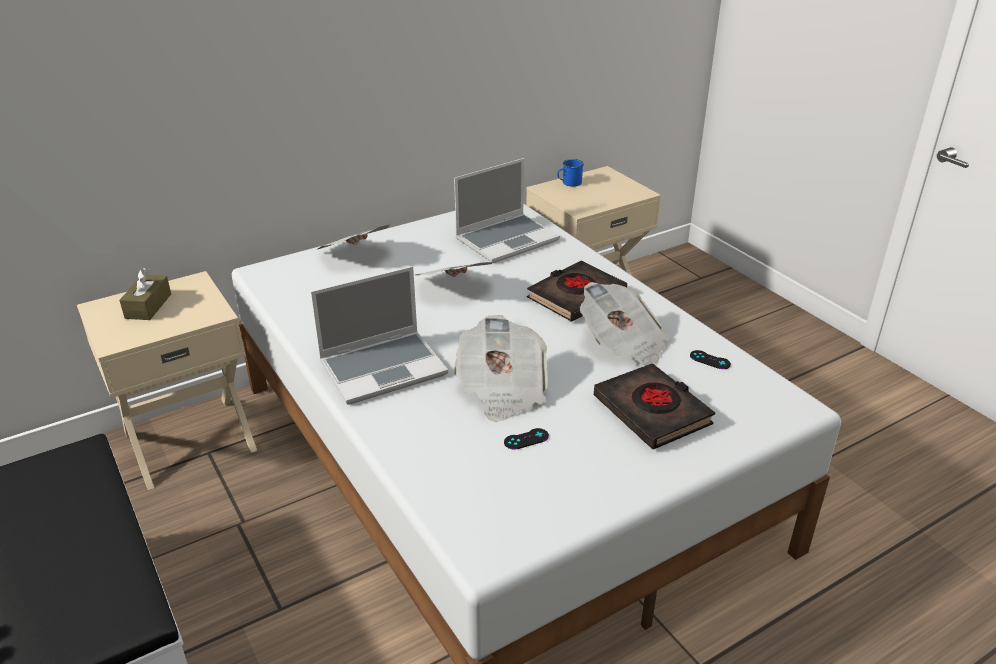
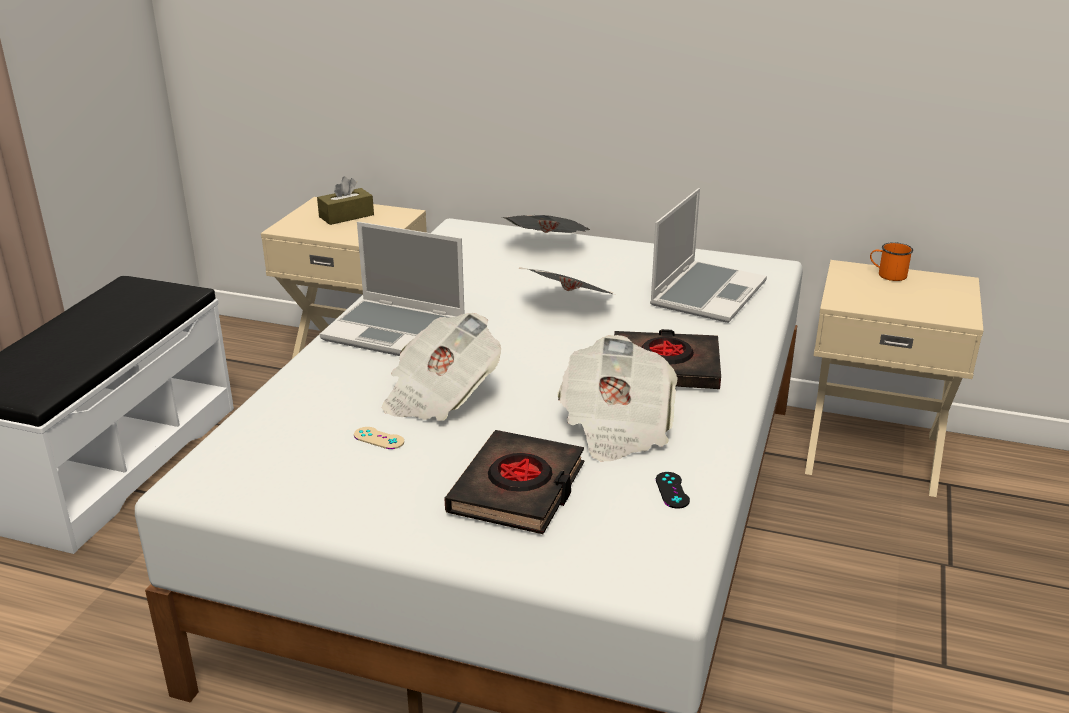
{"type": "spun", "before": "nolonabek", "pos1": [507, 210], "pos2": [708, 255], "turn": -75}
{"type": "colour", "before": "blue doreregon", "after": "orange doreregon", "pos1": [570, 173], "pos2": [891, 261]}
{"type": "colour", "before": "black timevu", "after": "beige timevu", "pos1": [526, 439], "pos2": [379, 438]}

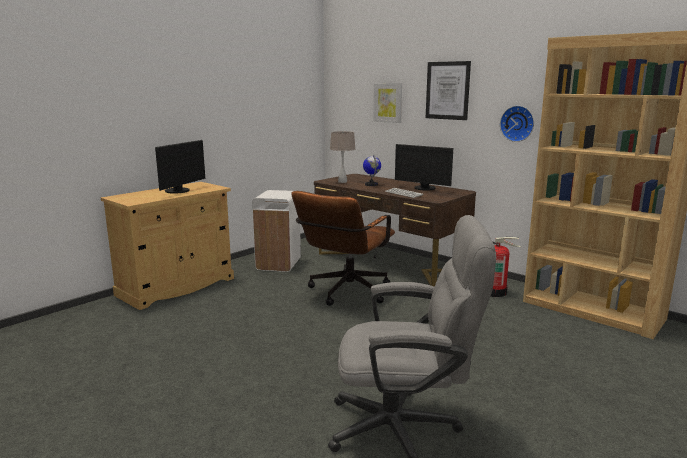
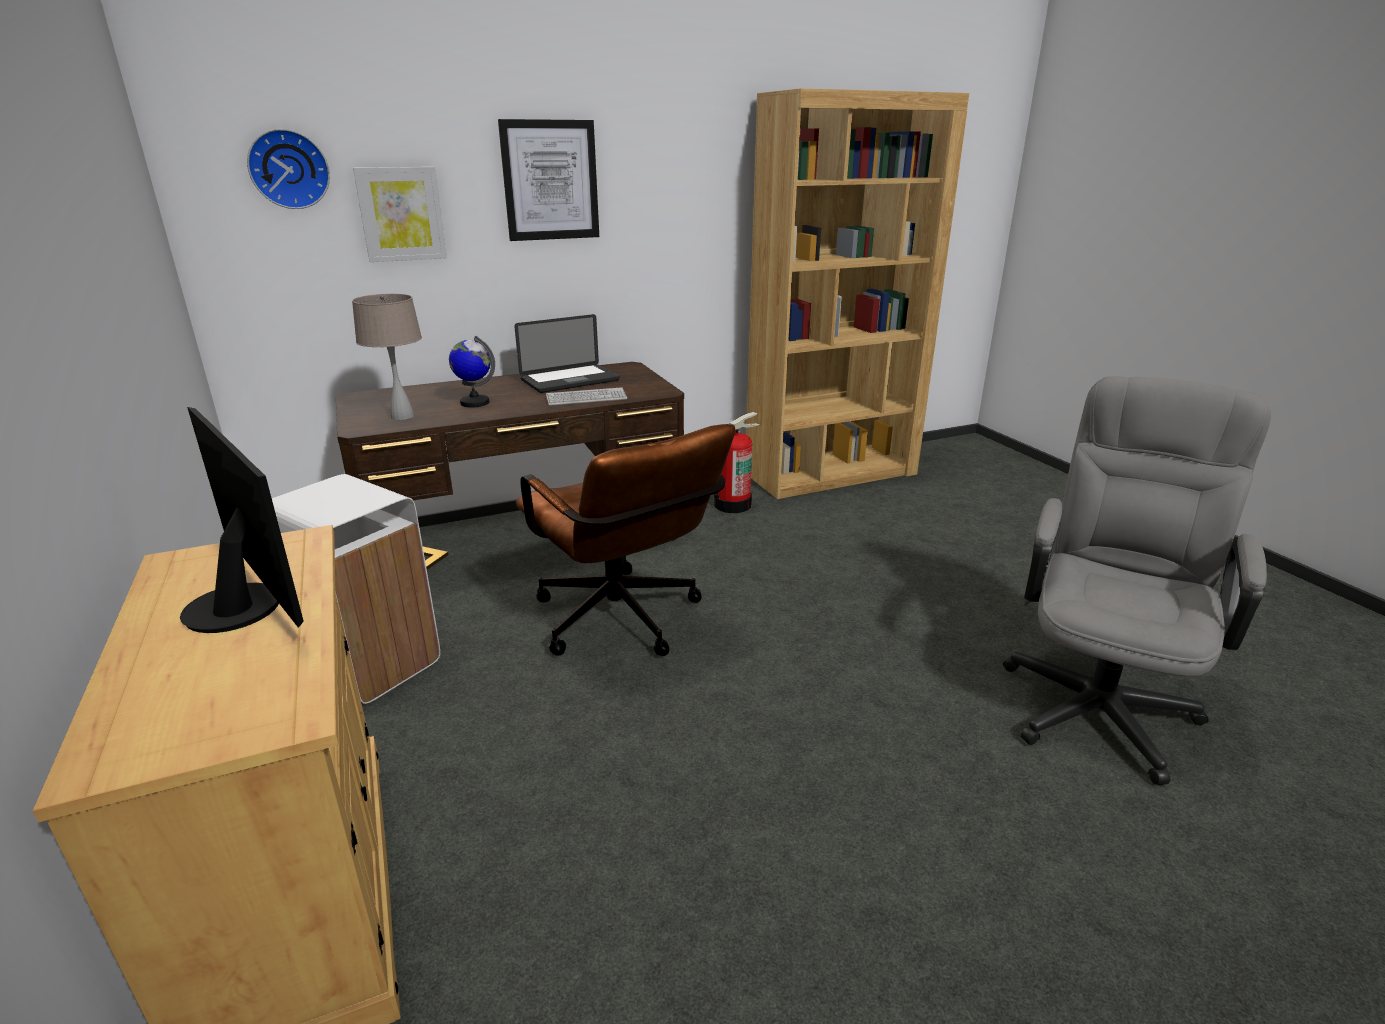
{"type": "relocated", "before": "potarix", "pos1": [517, 123], "pos2": [288, 169]}
{"type": "exchanged", "before": "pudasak", "after": "nolonabek", "pos1": [424, 167], "pos2": [567, 353]}

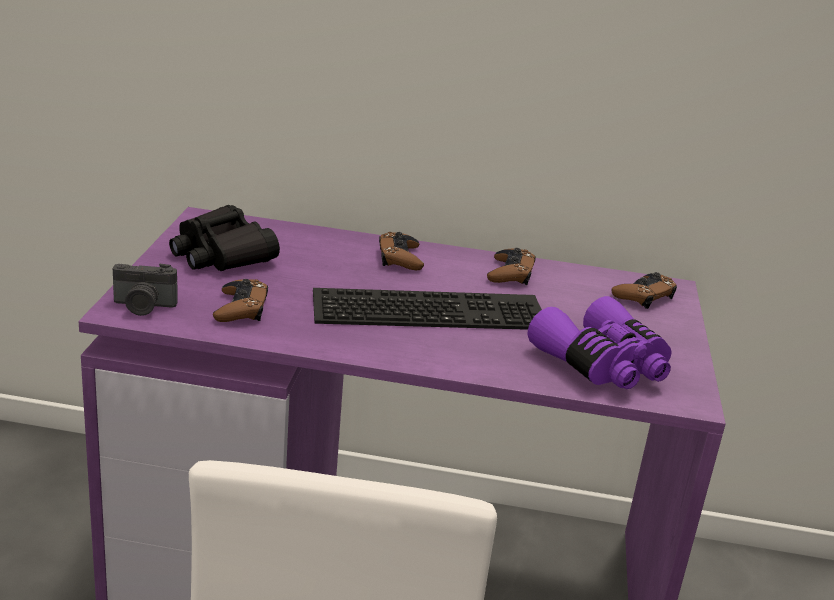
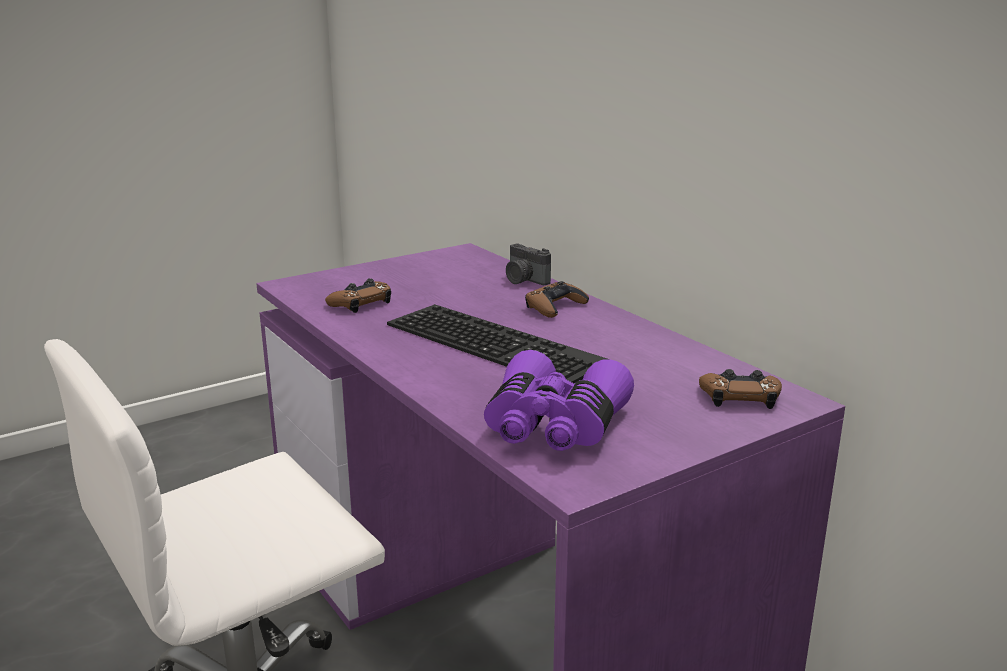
{"type": "missing", "before": "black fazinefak", "pos1": [224, 238]}
{"type": "missing", "before": "brown timevu", "pos1": [511, 266]}
{"type": "relocated", "before": "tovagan", "pos1": [145, 290], "pos2": [528, 264]}

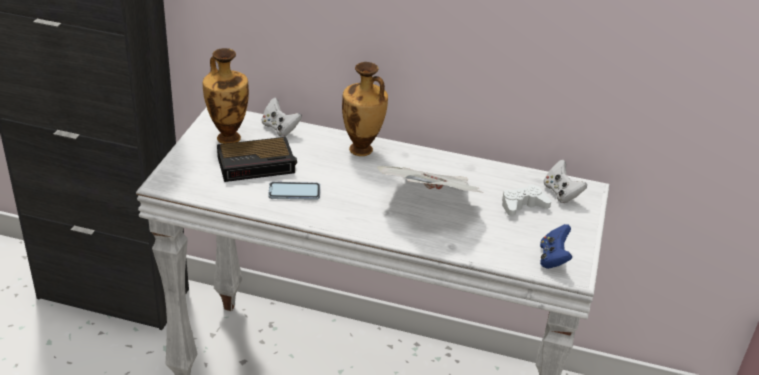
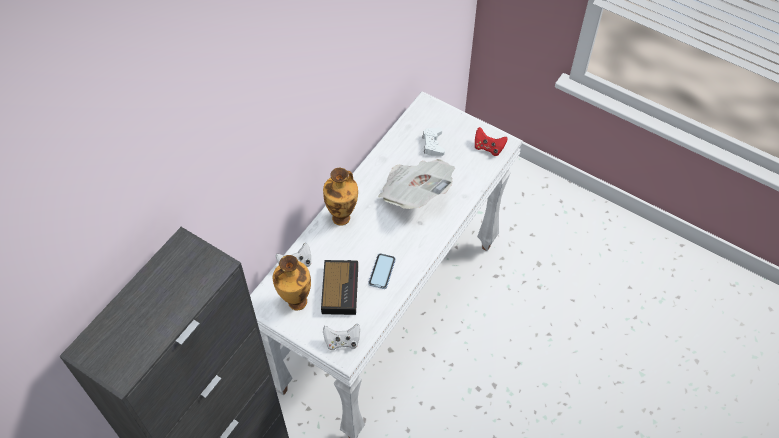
{"type": "relocated", "before": "white timevu", "pos1": [565, 181], "pos2": [341, 336]}
{"type": "colour", "before": "blue timevu", "after": "red timevu", "pos1": [556, 246], "pos2": [491, 141]}

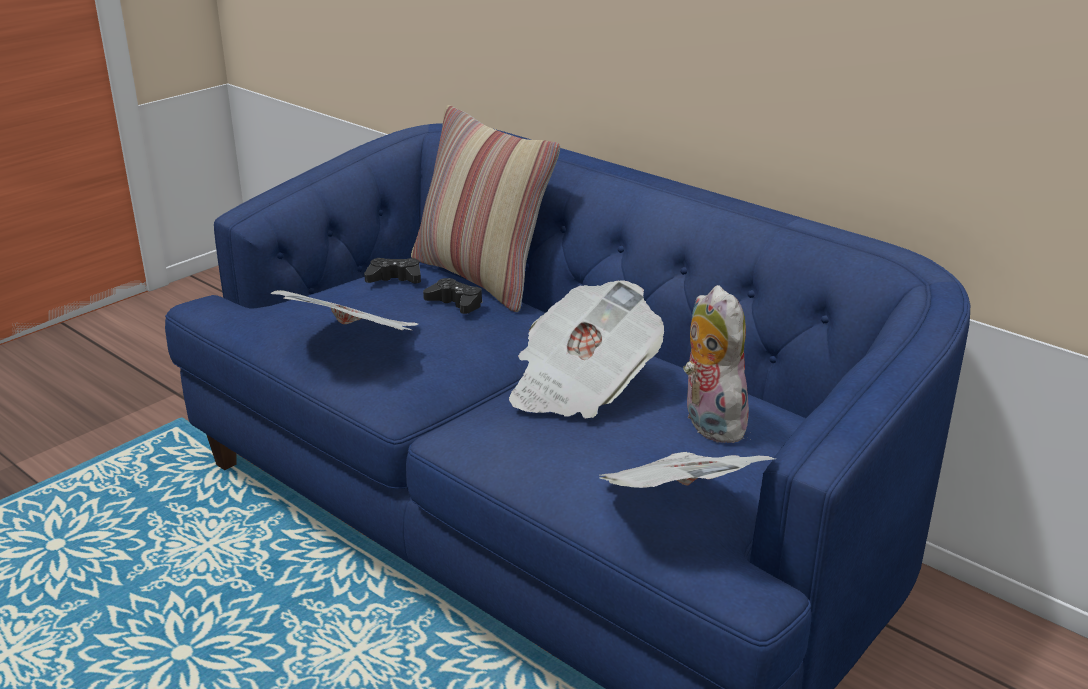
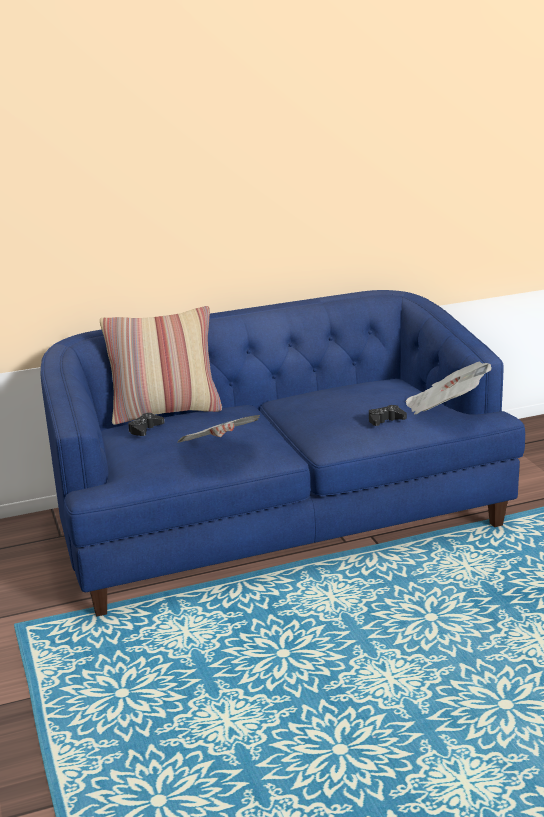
{"type": "relocated", "before": "black timevu", "pos1": [453, 296], "pos2": [388, 415]}
{"type": "missing", "before": "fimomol", "pos1": [586, 349]}
{"type": "missing", "before": "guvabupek", "pos1": [717, 364]}

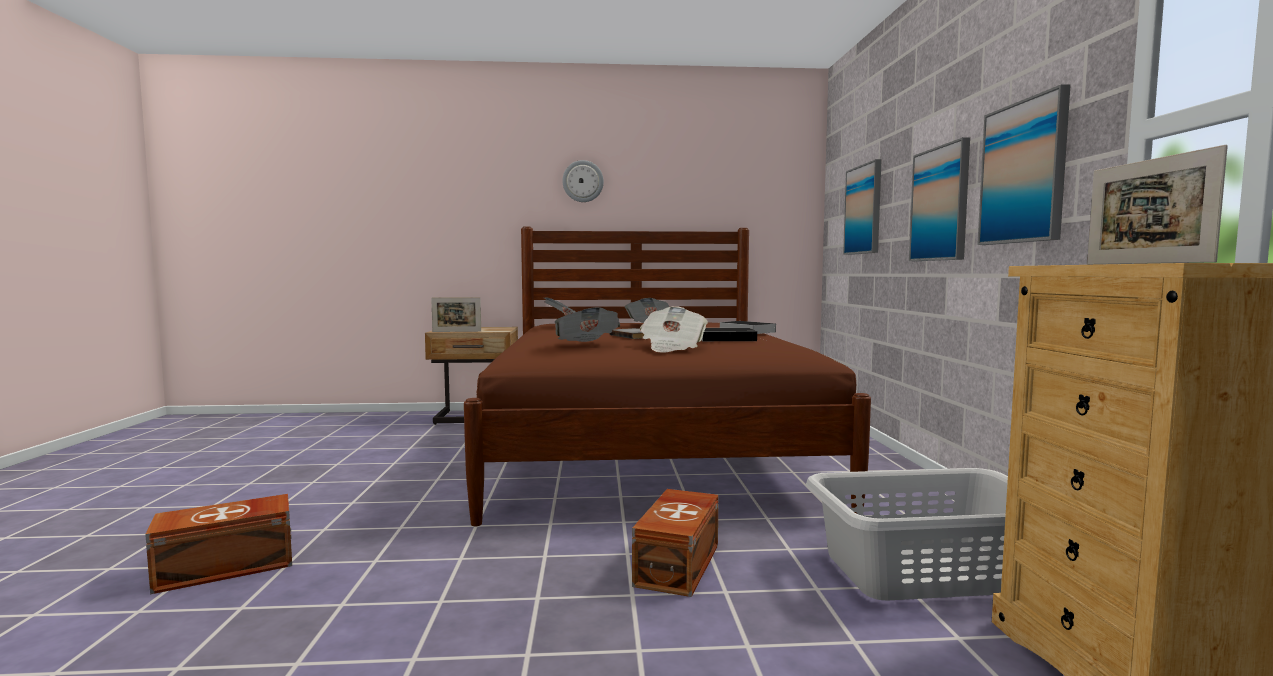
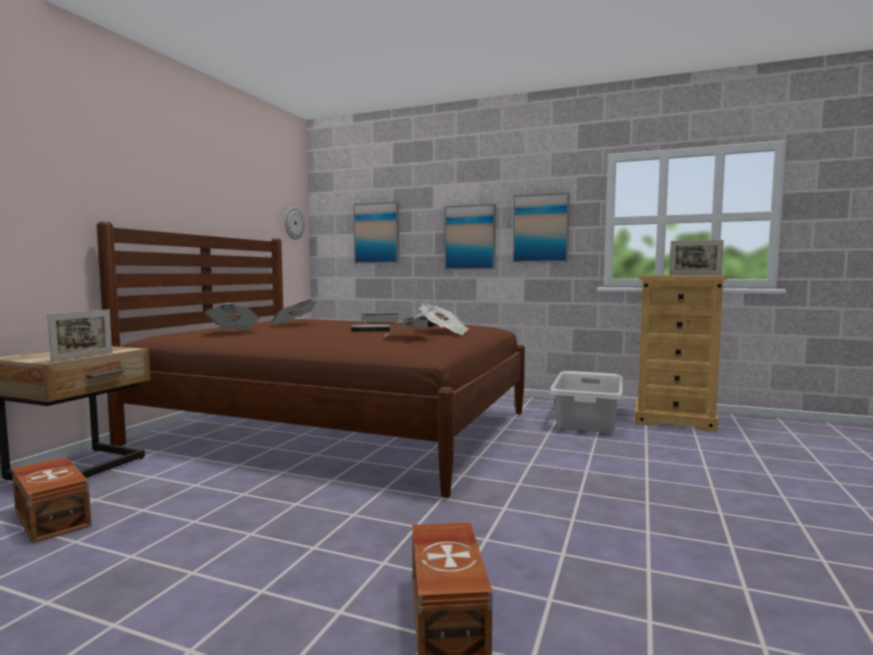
{"type": "relocated", "before": "potarix", "pos1": [583, 181], "pos2": [294, 223]}
{"type": "relocated", "before": "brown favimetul", "pos1": [675, 543], "pos2": [52, 500]}

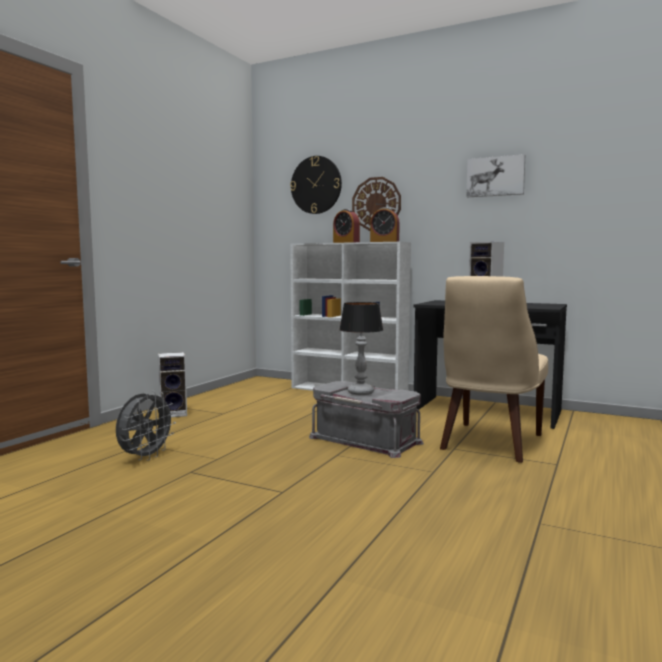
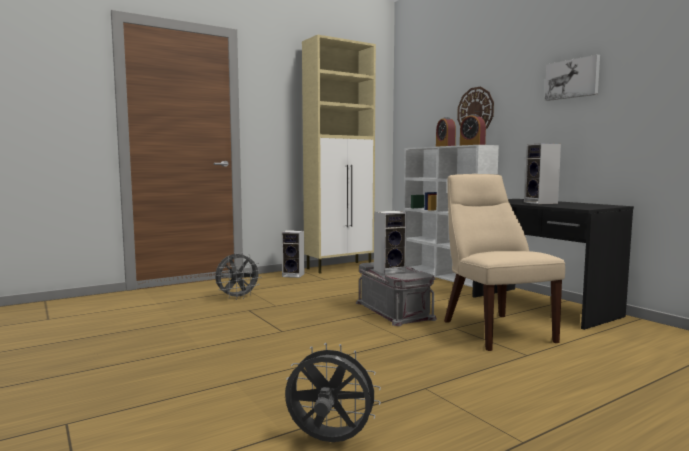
{"type": "missing", "before": "potarix", "pos1": [316, 185]}
{"type": "spun", "before": "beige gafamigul", "pos1": [494, 369], "pos2": [504, 262], "turn": 105}
{"type": "exchanged", "before": "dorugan", "after": "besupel", "pos1": [361, 348], "pos2": [390, 242]}
{"type": "appeared", "after": "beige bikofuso", "pos2": [339, 154]}
{"type": "appeared", "after": "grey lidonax", "pos2": [333, 392]}

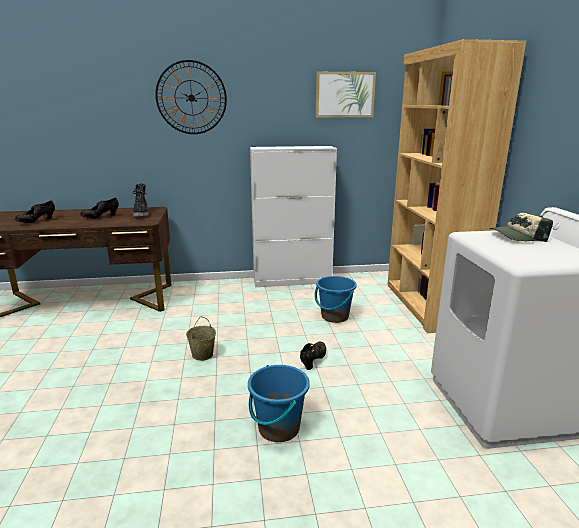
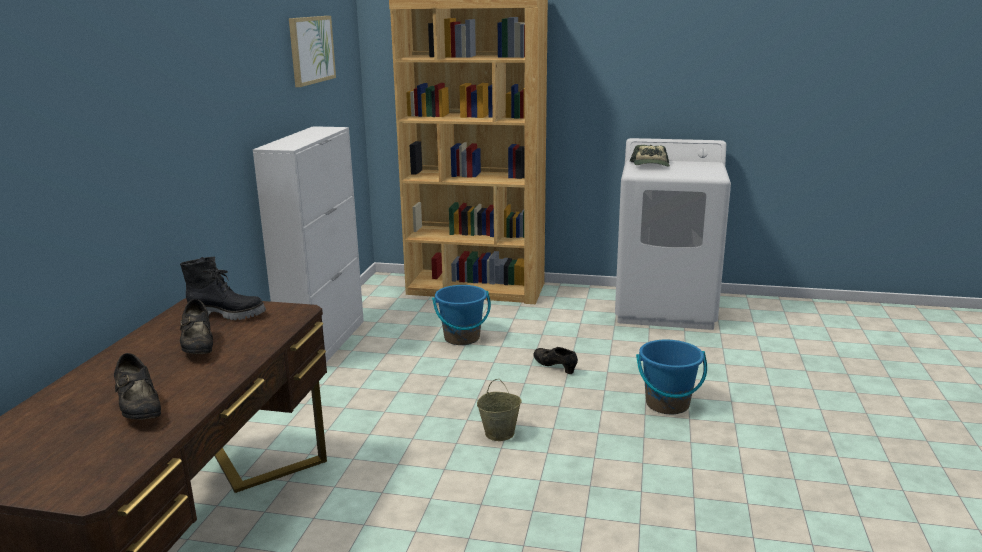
{"type": "missing", "before": "potarix", "pos1": [191, 97]}

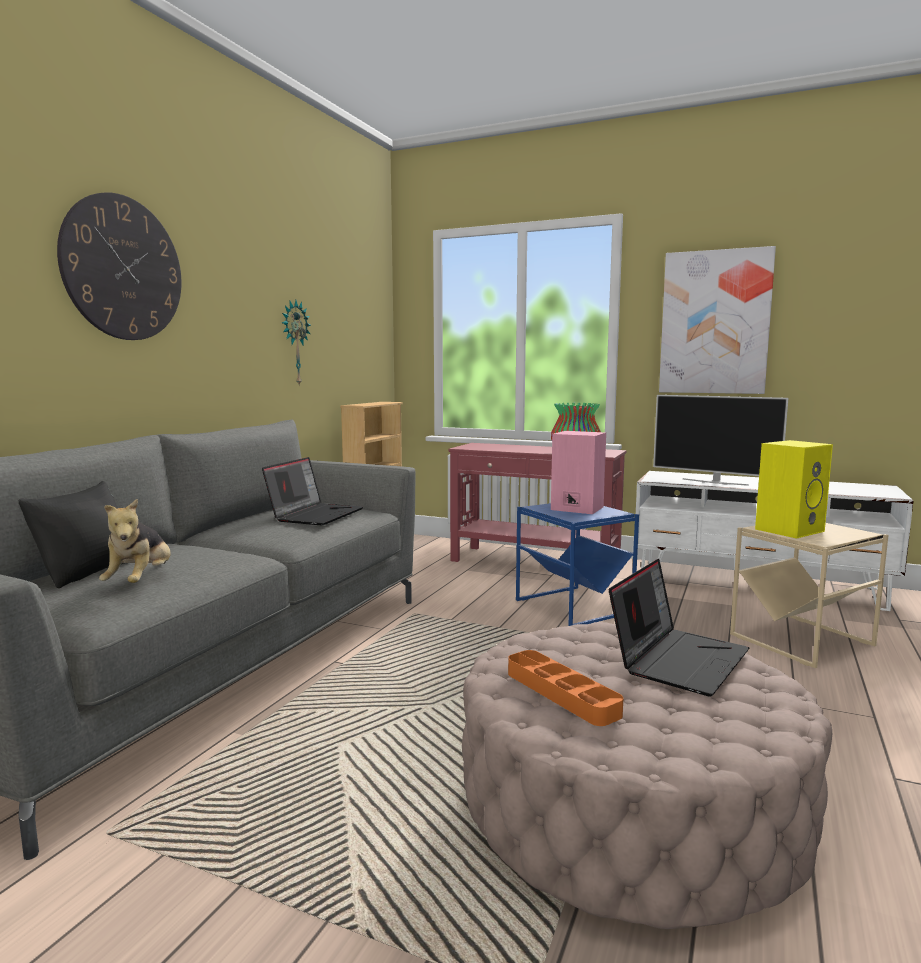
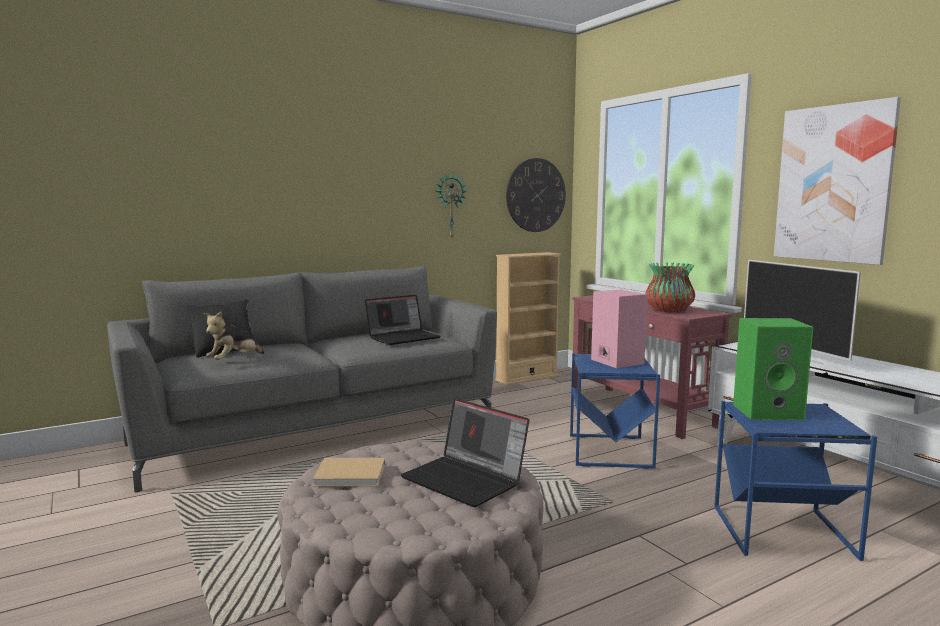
{"type": "relocated", "before": "potarix", "pos1": [119, 266], "pos2": [536, 195]}
{"type": "colour", "before": "yellow besupel", "after": "green besupel", "pos1": [794, 489], "pos2": [773, 369]}
{"type": "colour", "before": "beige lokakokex", "after": "blue lokakokex", "pos1": [809, 595], "pos2": [795, 481]}
{"type": "spun", "before": "nolonabek", "pos1": [679, 628], "pos2": [465, 452], "turn": 60}
{"type": "exchanged", "before": "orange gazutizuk", "after": "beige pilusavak", "pos1": [565, 688], "pos2": [349, 472]}

